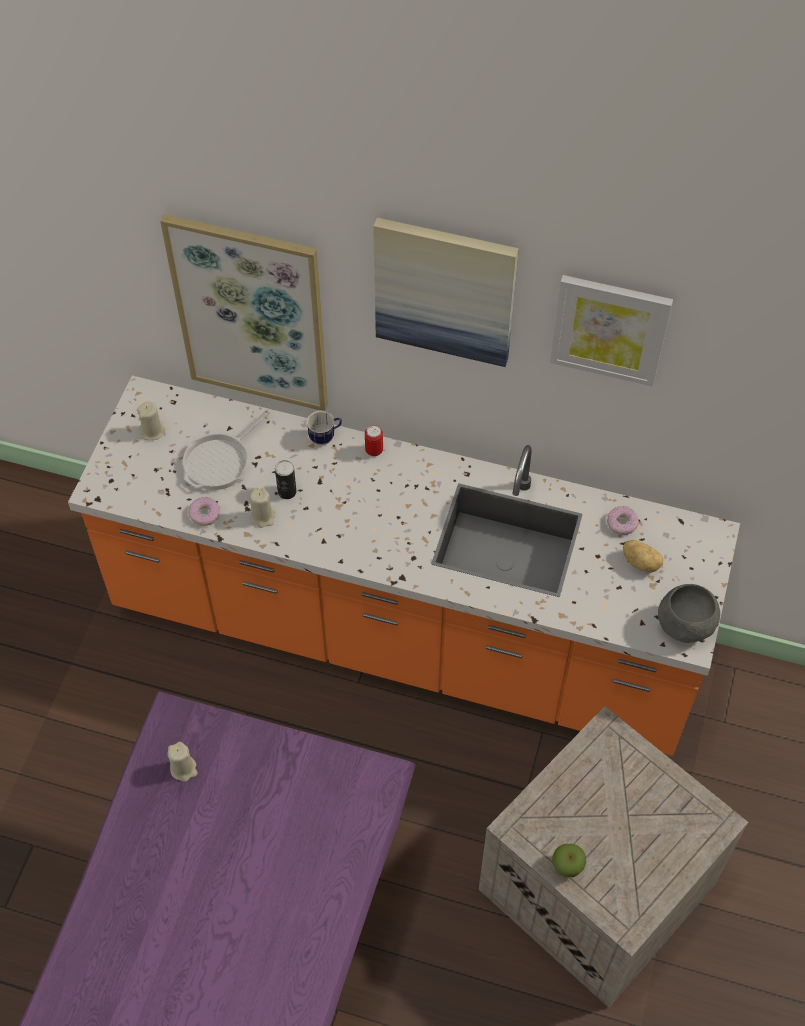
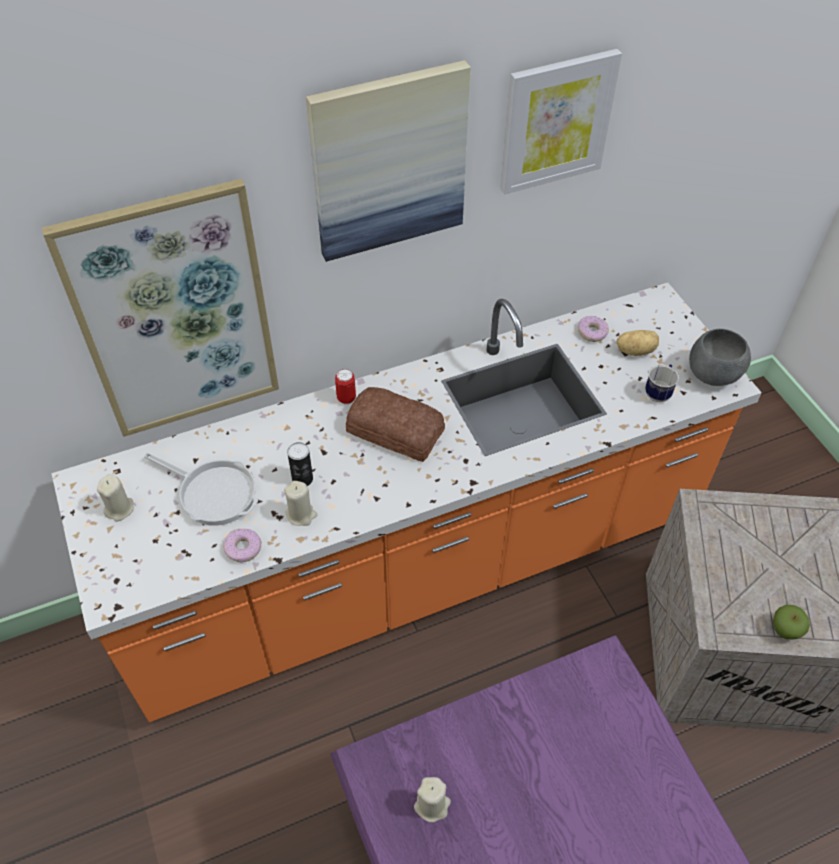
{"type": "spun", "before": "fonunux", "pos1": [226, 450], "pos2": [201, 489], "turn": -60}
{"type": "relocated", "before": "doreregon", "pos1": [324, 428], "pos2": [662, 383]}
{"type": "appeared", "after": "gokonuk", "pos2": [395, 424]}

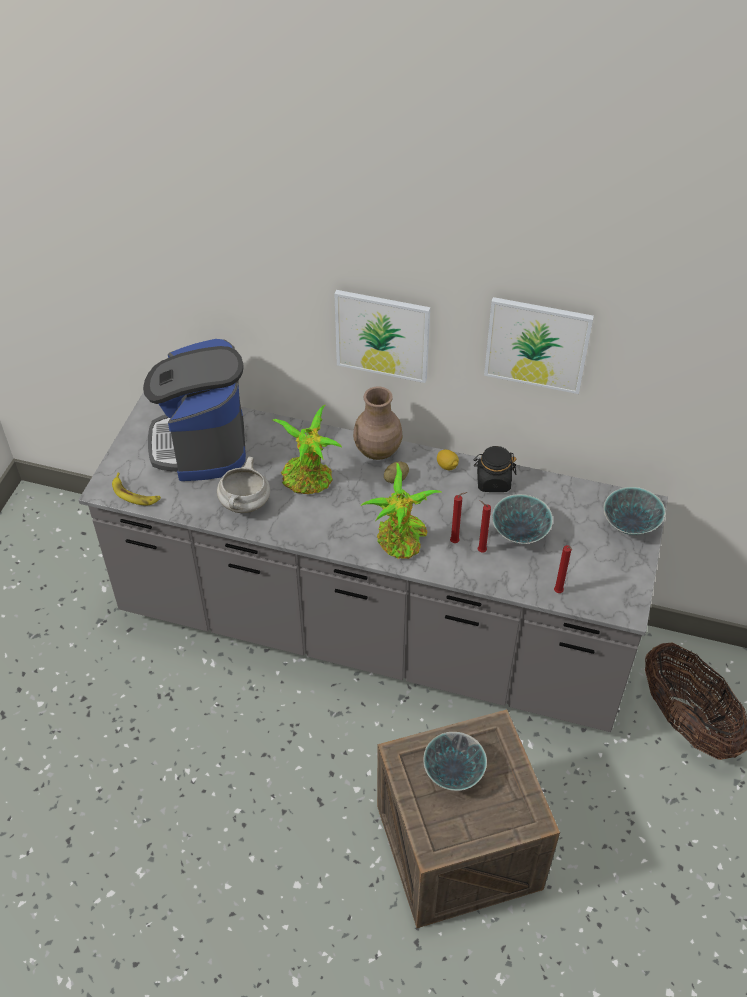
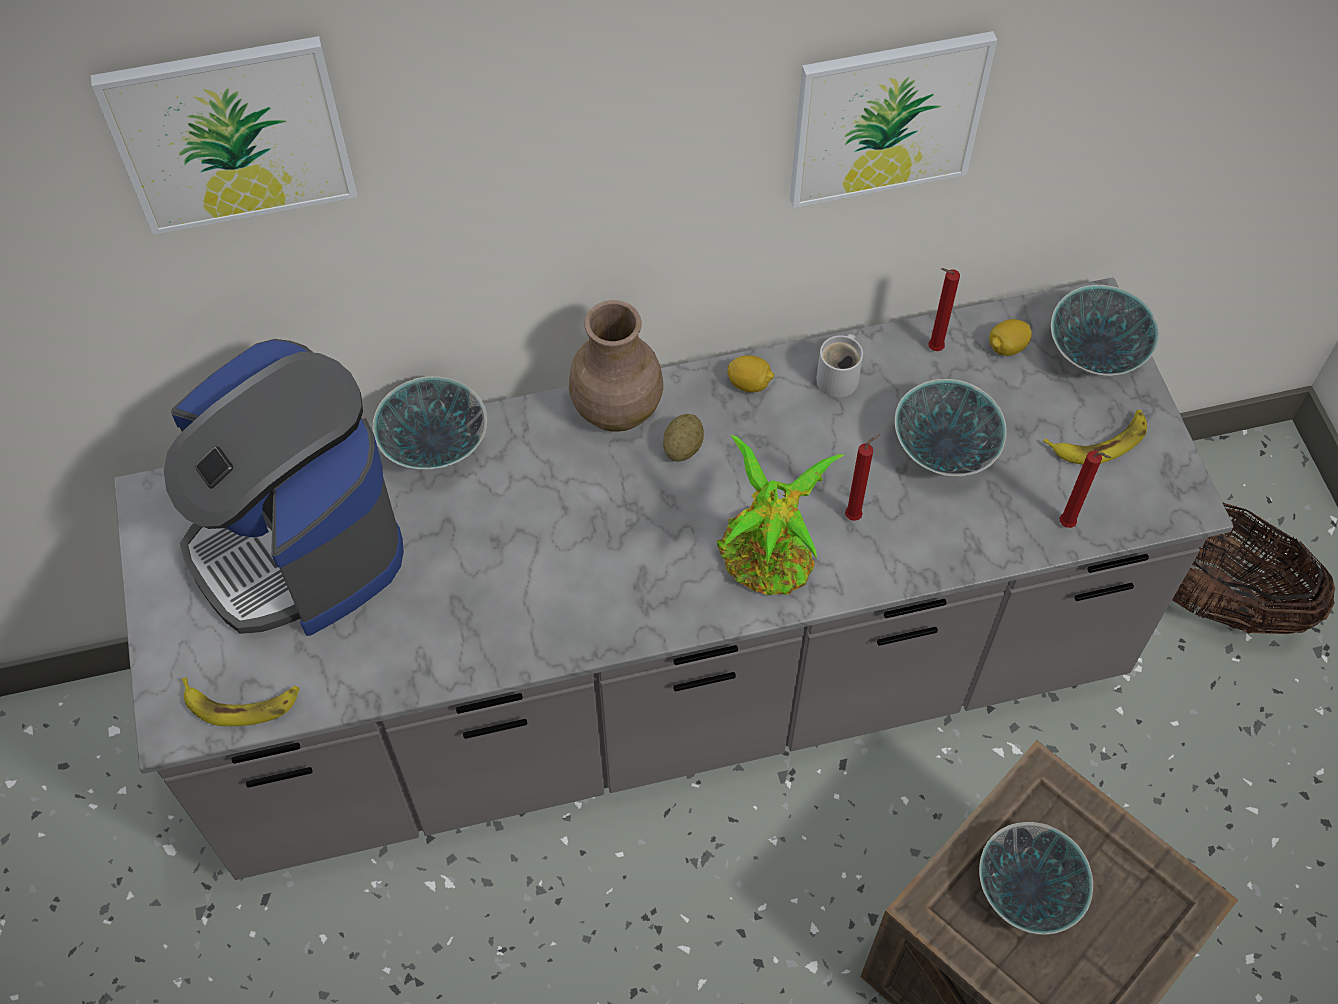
{"type": "relocated", "before": "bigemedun", "pos1": [382, 336], "pos2": [224, 135]}
{"type": "missing", "before": "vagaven", "pos1": [308, 449]}
{"type": "exchanged", "before": "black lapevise", "after": "white doreregon", "pos1": [495, 469], "pos2": [839, 365]}
{"type": "missing", "before": "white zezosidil", "pos1": [243, 485]}
{"type": "relocated", "before": "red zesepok", "pos1": [484, 526], "pos2": [944, 309]}
{"type": "appeared", "after": "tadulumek", "pos2": [1010, 337]}
{"type": "appeared", "after": "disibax", "pos2": [430, 423]}
{"type": "appeared", "after": "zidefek", "pos2": [1095, 437]}

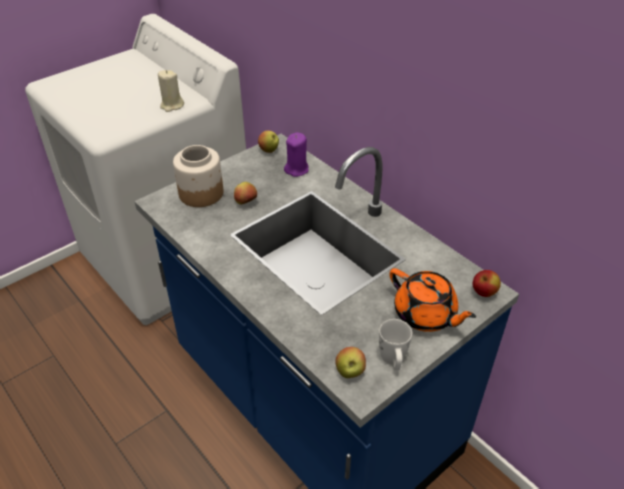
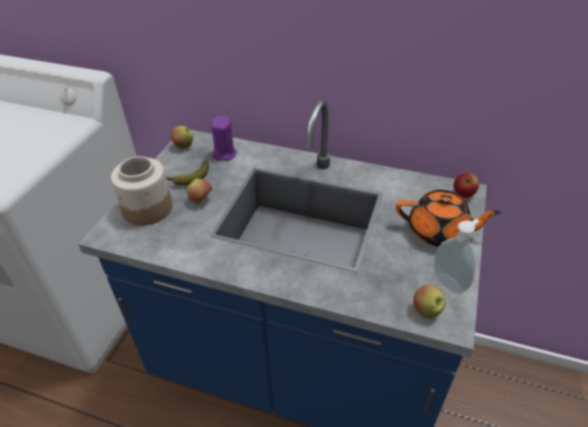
{"type": "missing", "before": "beige zesepok", "pos1": [171, 91]}
{"type": "exchanged", "before": "white doreregon", "after": "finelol", "pos1": [395, 344], "pos2": [456, 256]}
{"type": "appeared", "after": "zidefek", "pos2": [187, 173]}

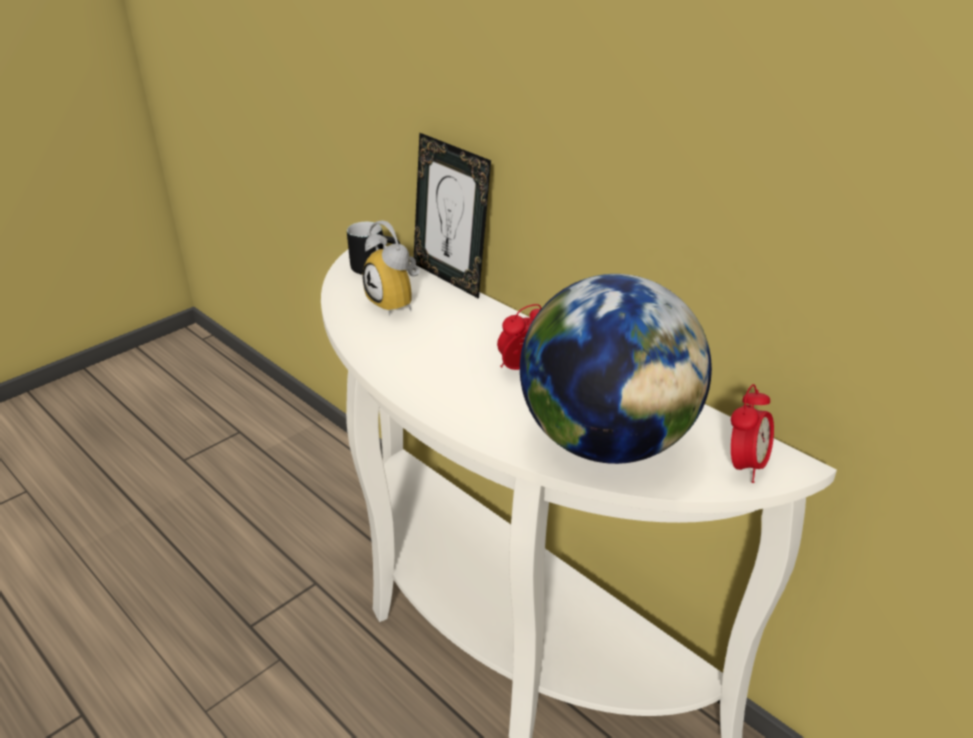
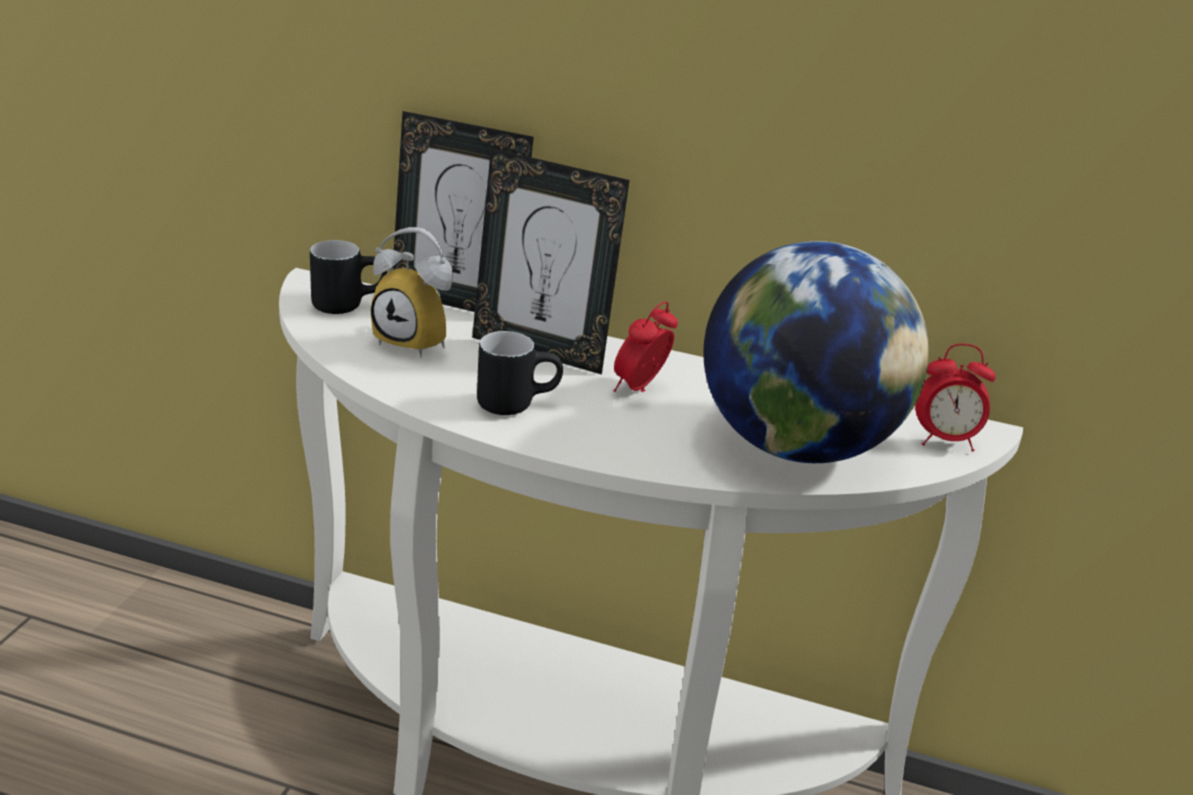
{"type": "spun", "before": "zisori", "pos1": [752, 433], "pos2": [955, 398], "turn": 90}
{"type": "appeared", "after": "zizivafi", "pos2": [551, 261]}
{"type": "appeared", "after": "black doreregon", "pos2": [520, 373]}

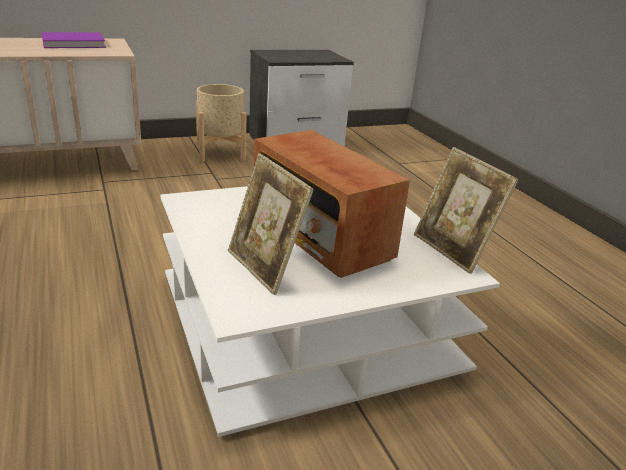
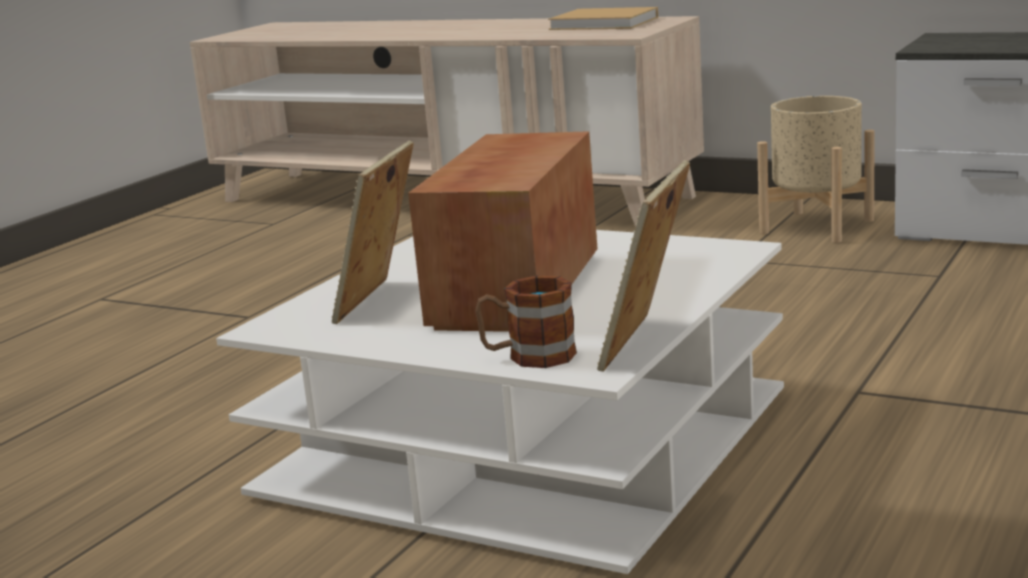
{"type": "colour", "before": "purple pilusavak", "after": "beige pilusavak", "pos1": [73, 40], "pos2": [603, 18]}
{"type": "appeared", "after": "doreregon", "pos2": [526, 322]}

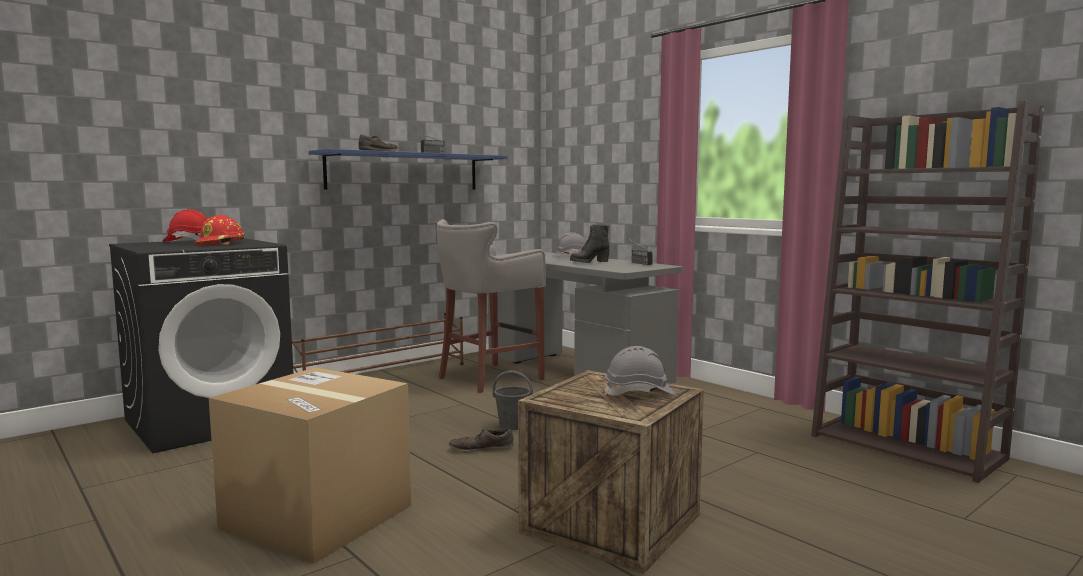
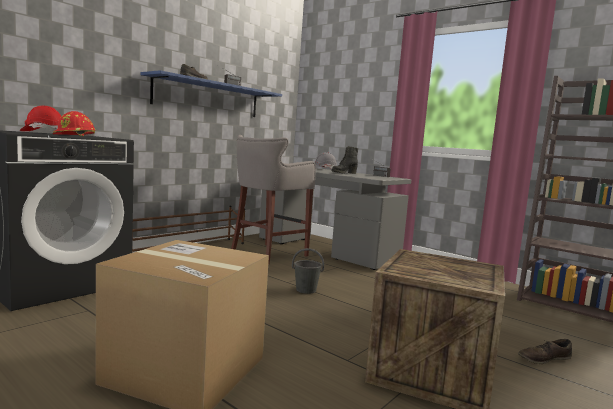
{"type": "missing", "before": "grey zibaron", "pos1": [640, 371]}
{"type": "relocated", "before": "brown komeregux", "pos1": [481, 440], "pos2": [545, 351]}

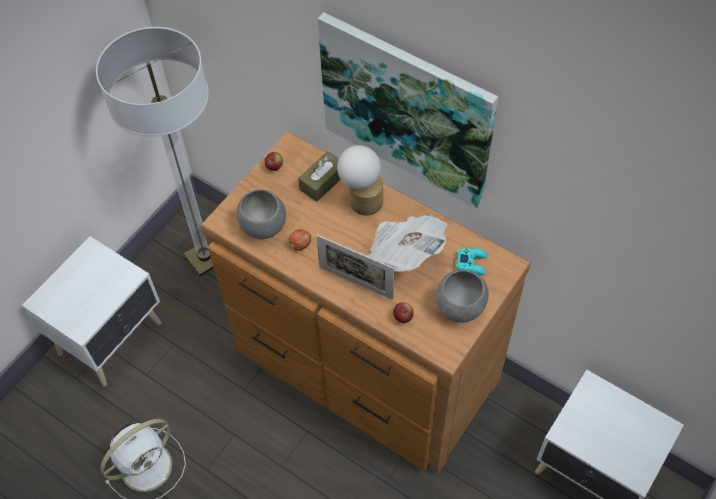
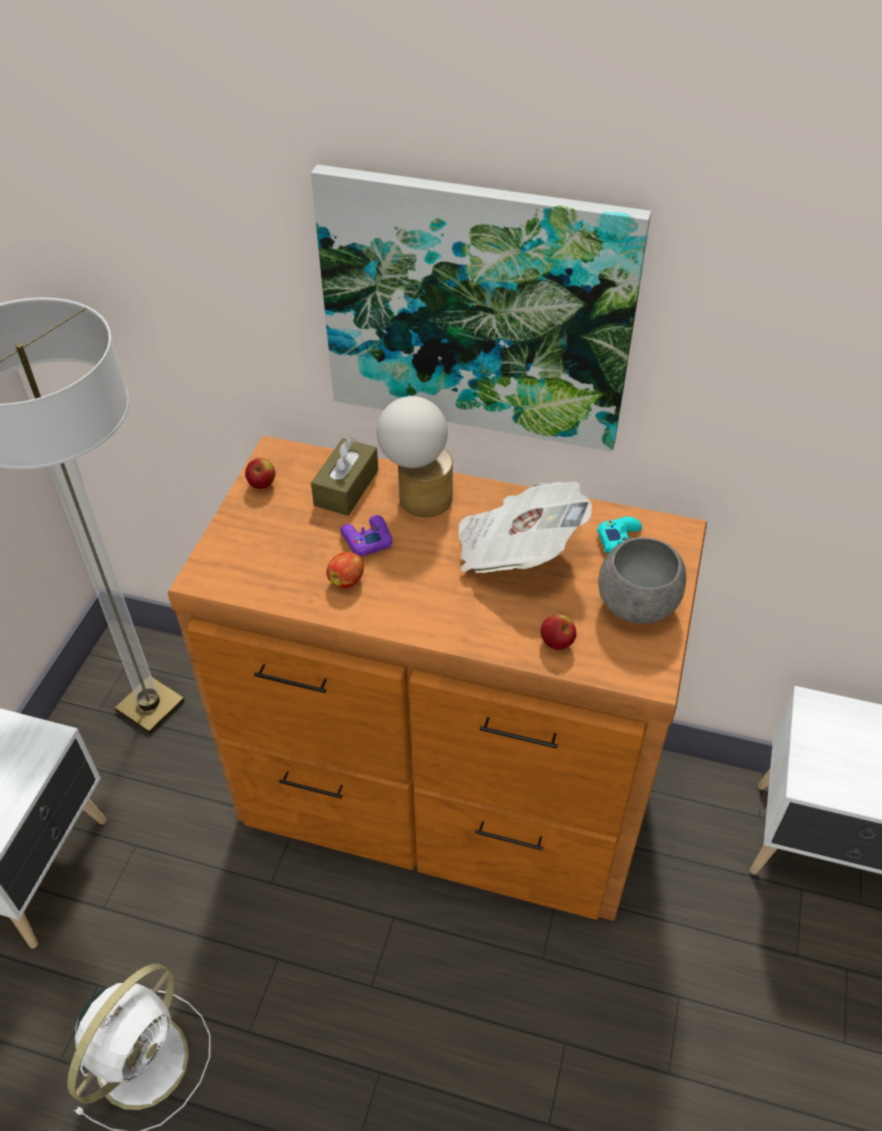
{"type": "missing", "before": "grey disibax", "pos1": [261, 214]}
{"type": "missing", "before": "zizivafi", "pos1": [355, 267]}
{"type": "appeared", "after": "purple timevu", "pos2": [366, 536]}

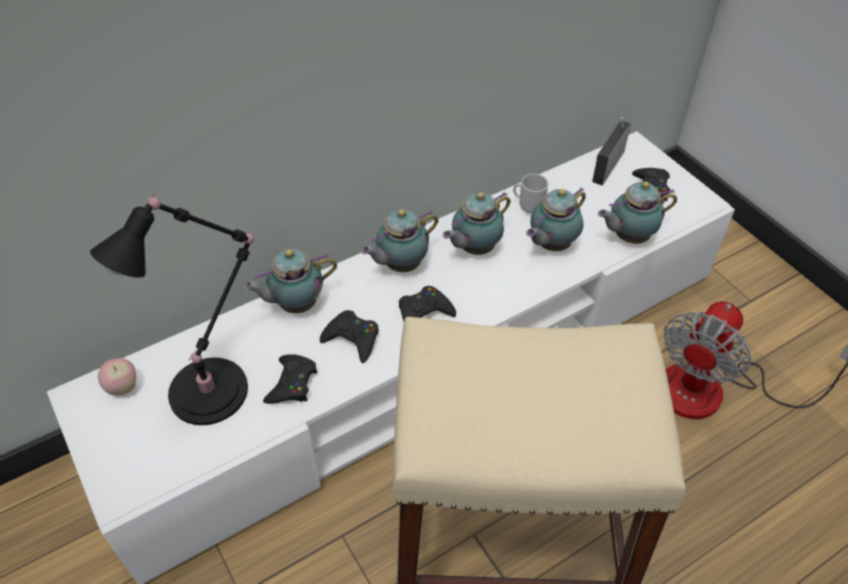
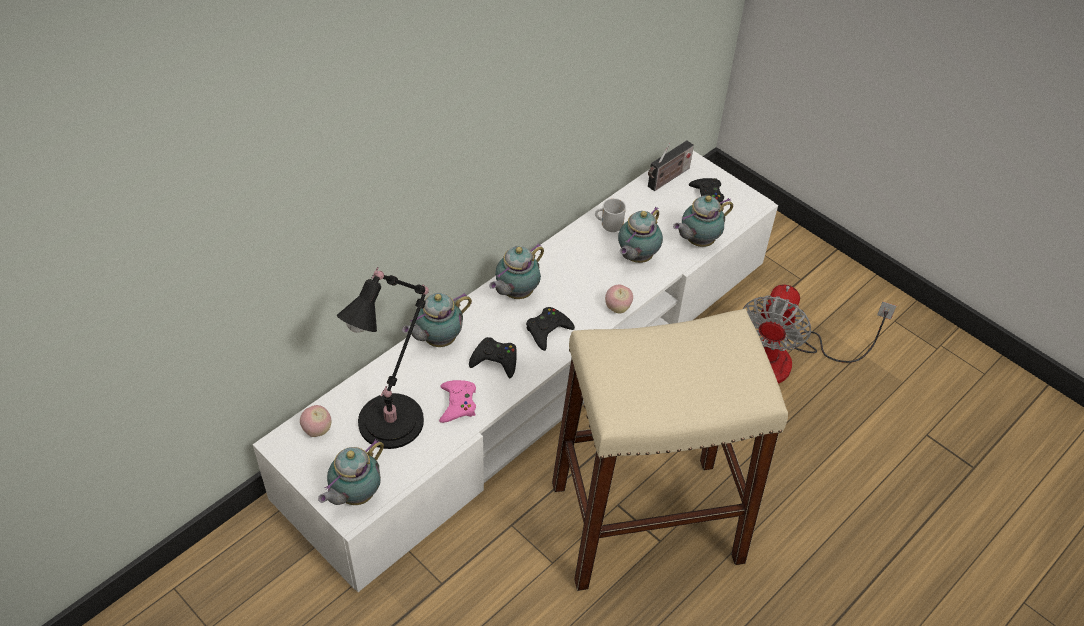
{"type": "spun", "before": "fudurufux", "pos1": [611, 151], "pos2": [671, 165], "turn": -150}
{"type": "relocated", "before": "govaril", "pos1": [476, 223], "pos2": [351, 472]}
{"type": "colour", "before": "black timevu", "after": "pink timevu", "pos1": [290, 379], "pos2": [457, 401]}
{"type": "appeared", "after": "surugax", "pos2": [619, 299]}

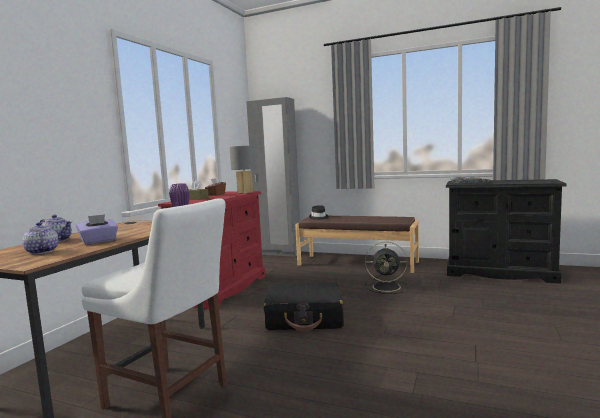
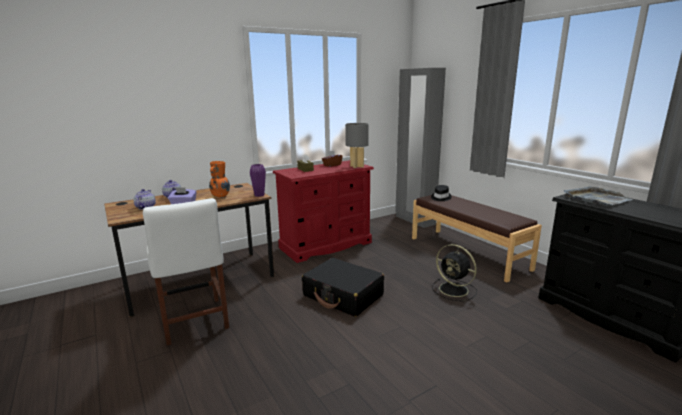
{"type": "appeared", "after": "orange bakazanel", "pos2": [219, 179]}

